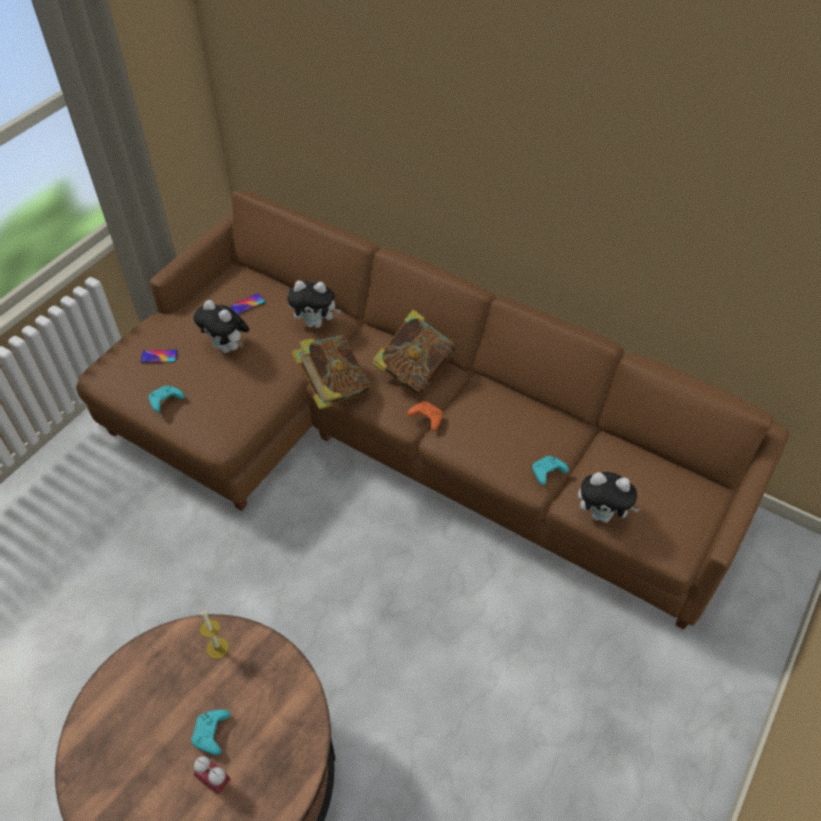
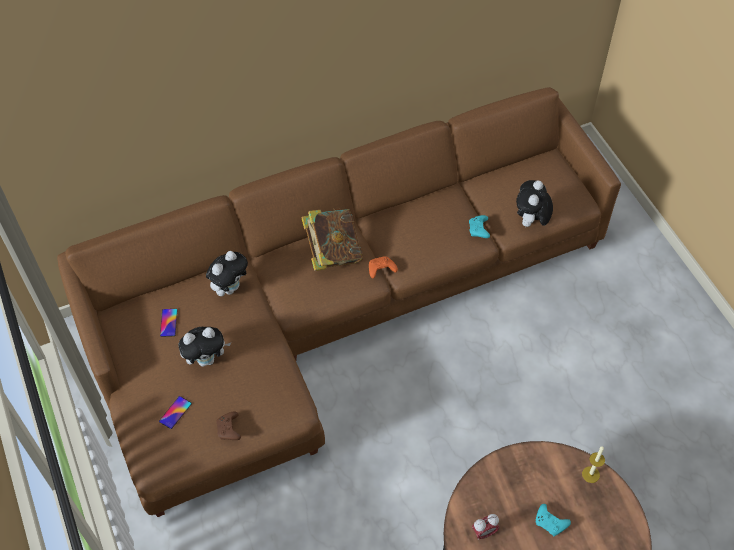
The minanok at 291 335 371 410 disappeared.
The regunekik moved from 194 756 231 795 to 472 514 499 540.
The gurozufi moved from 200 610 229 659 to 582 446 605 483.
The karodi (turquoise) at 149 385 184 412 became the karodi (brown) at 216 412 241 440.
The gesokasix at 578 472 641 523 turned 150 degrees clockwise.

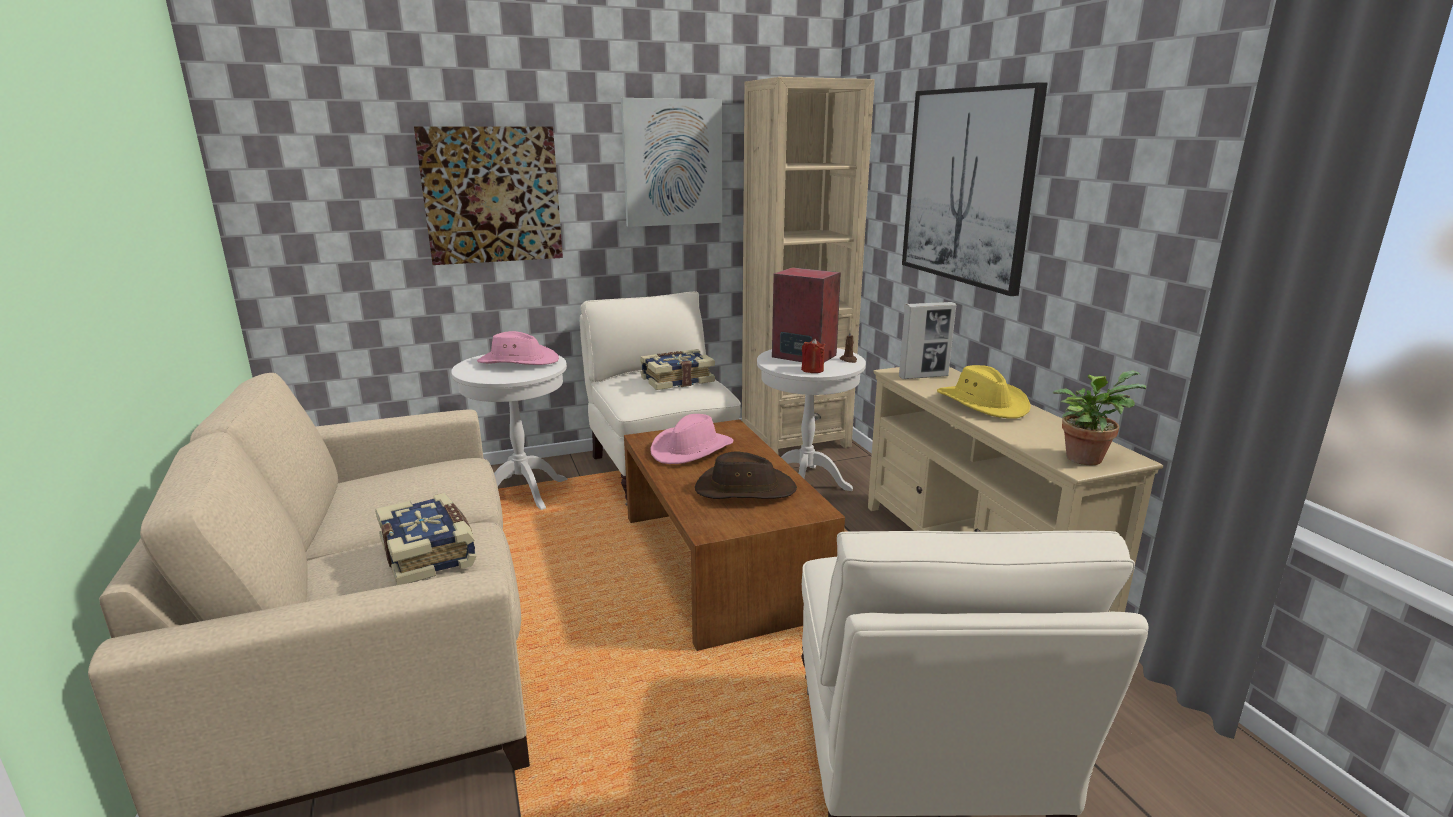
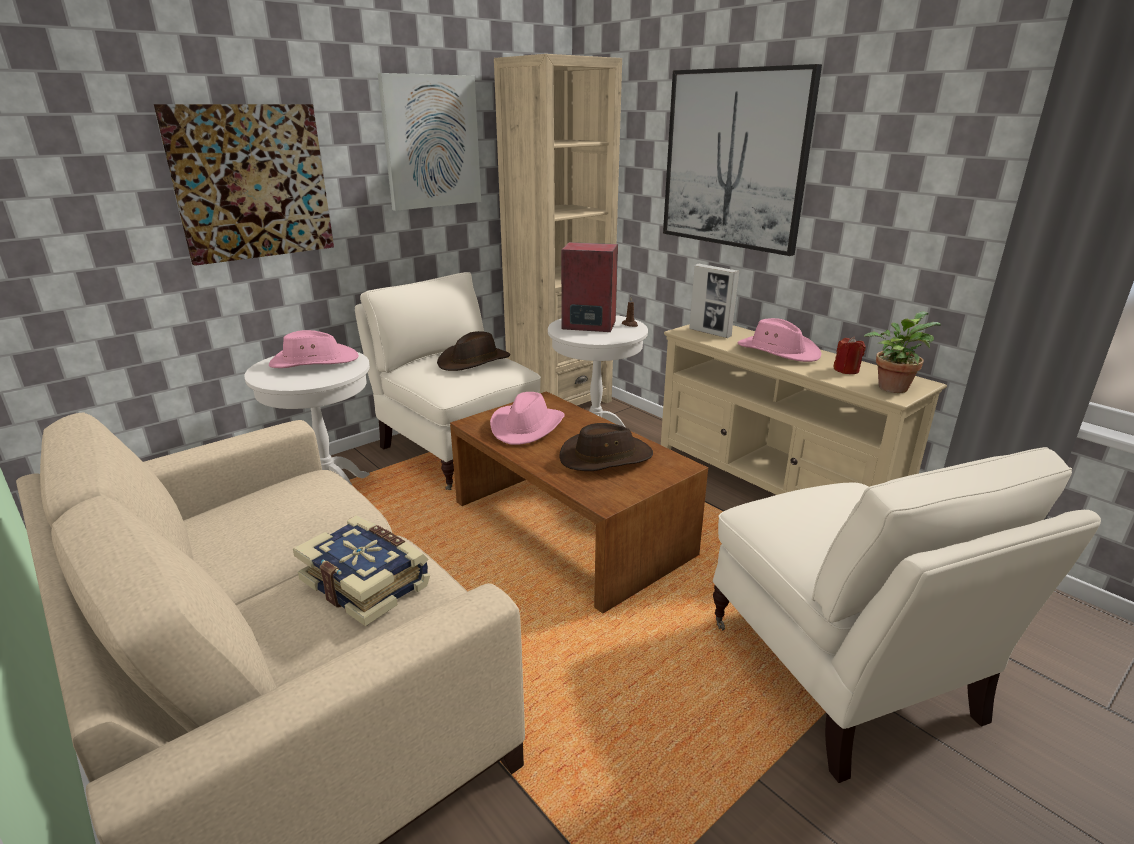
The gurozufi (red) moved from 801 339 826 373 to 833 336 866 374.
The minanok at 640 349 715 390 was replaced by the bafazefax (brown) at 437 331 510 371.
The bafazefax (yellow) at 937 365 1031 419 became the bafazefax (pink) at 737 318 822 362.
The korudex at 899 302 956 379 turned 75 degrees clockwise.

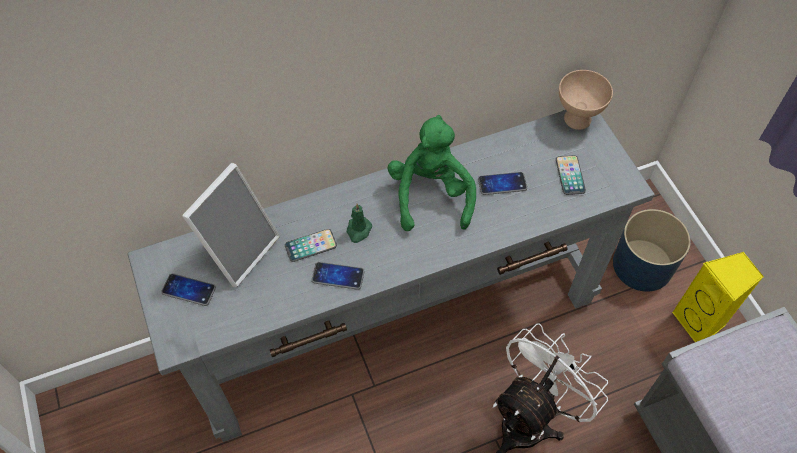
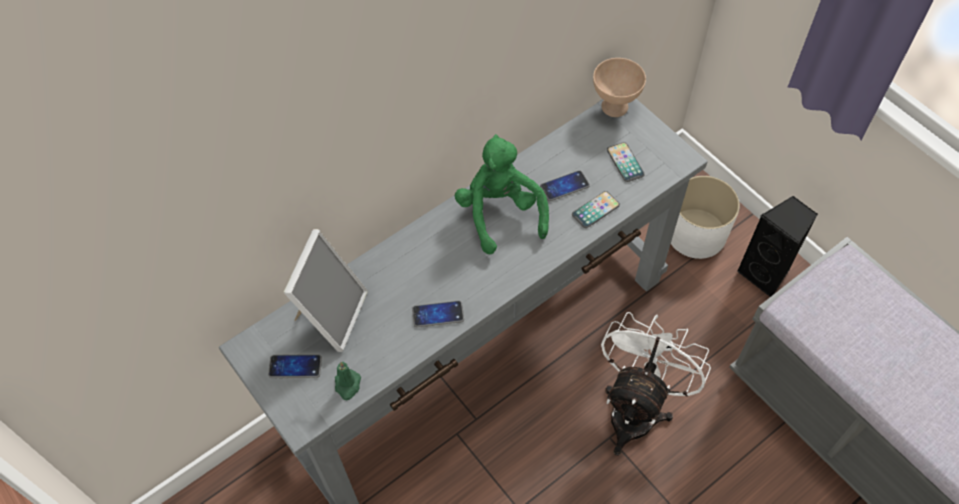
The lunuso moved from 285 229 337 262 to 572 191 620 228.
The gurozufi (green) moved from 347 203 372 243 to 335 362 361 401.
The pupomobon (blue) at 613 209 691 292 became the pupomobon (white) at 671 176 740 259.
The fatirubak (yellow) at 672 252 764 342 became the fatirubak (black) at 737 196 818 297.

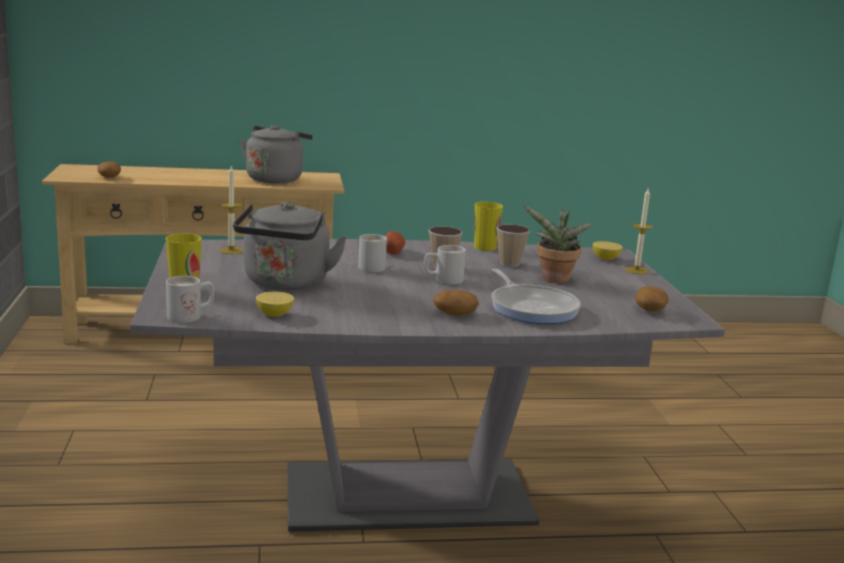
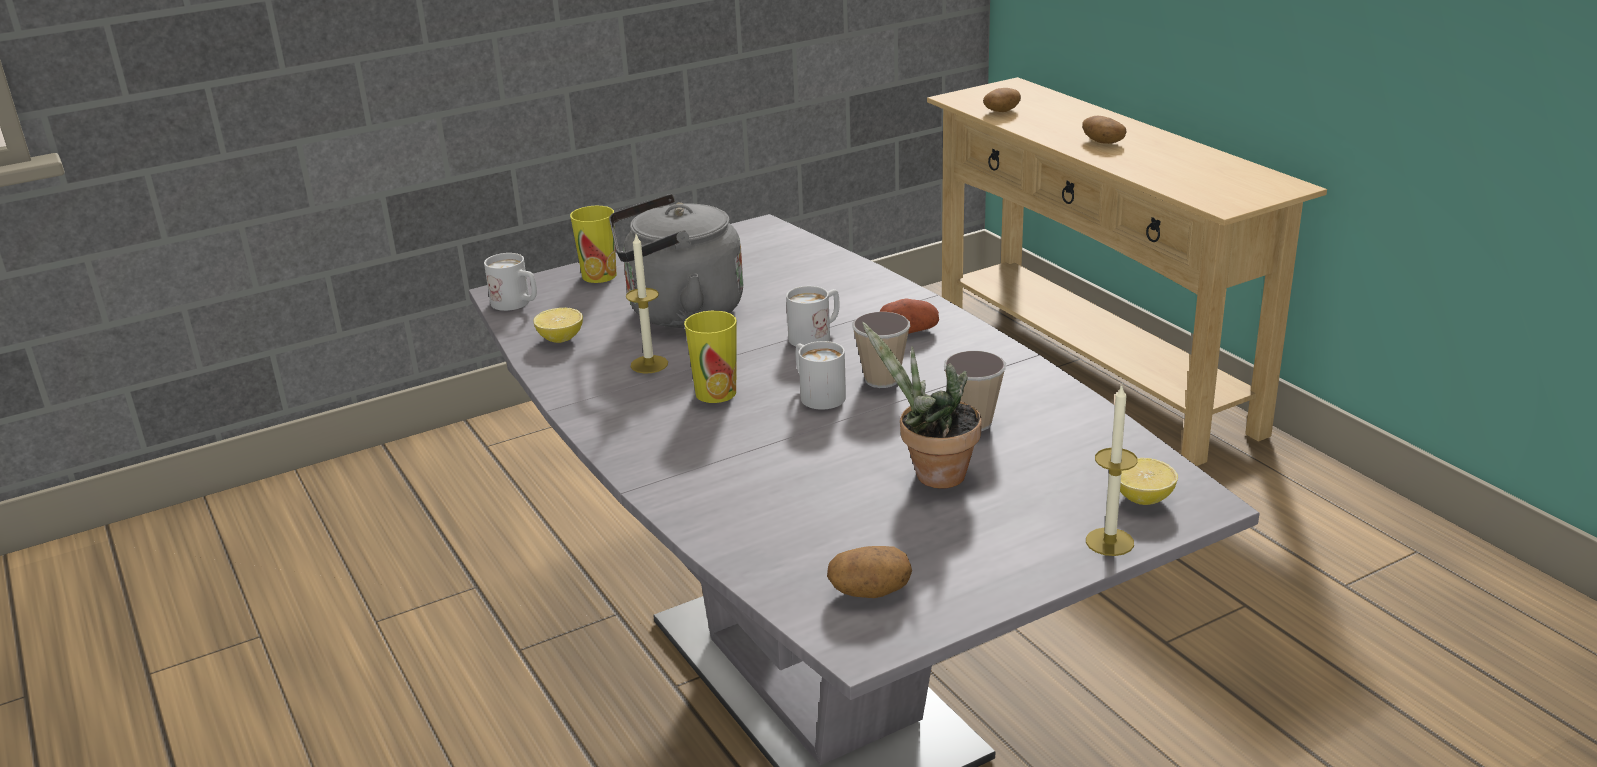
The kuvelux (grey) at 240 125 313 183 disappeared.
The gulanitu at 492 269 581 324 disappeared.
The gurozufi moved from 220 165 243 254 to 626 235 668 374.
The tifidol moved from 433 290 479 316 to 1082 116 1127 144.
The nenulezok moved from 474 202 503 251 to 684 311 737 403.

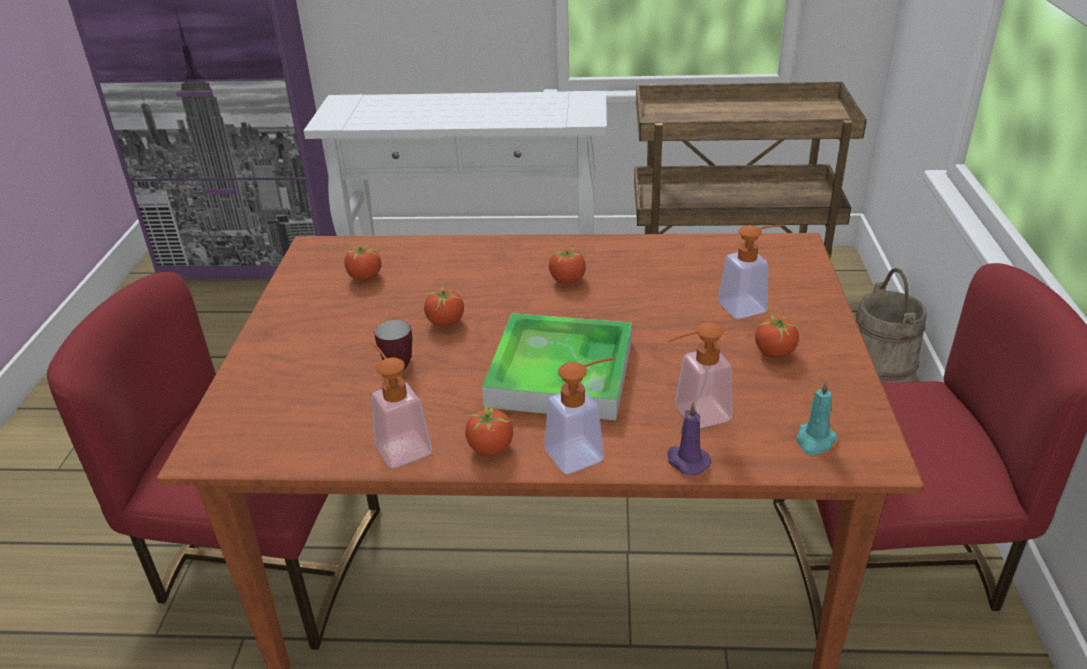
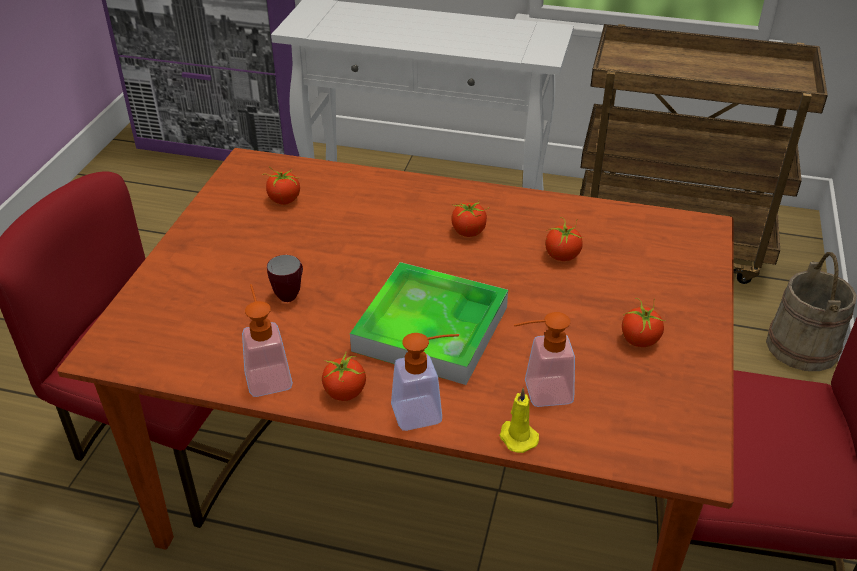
The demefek at 718 225 784 319 disappeared.
The gurozufi (turquoise) at 796 380 838 455 disappeared.
The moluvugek moved from 424 280 464 327 to 545 217 583 261.
The gurozufi (purple) at 667 402 711 475 became the gurozufi (yellow) at 499 388 539 453.

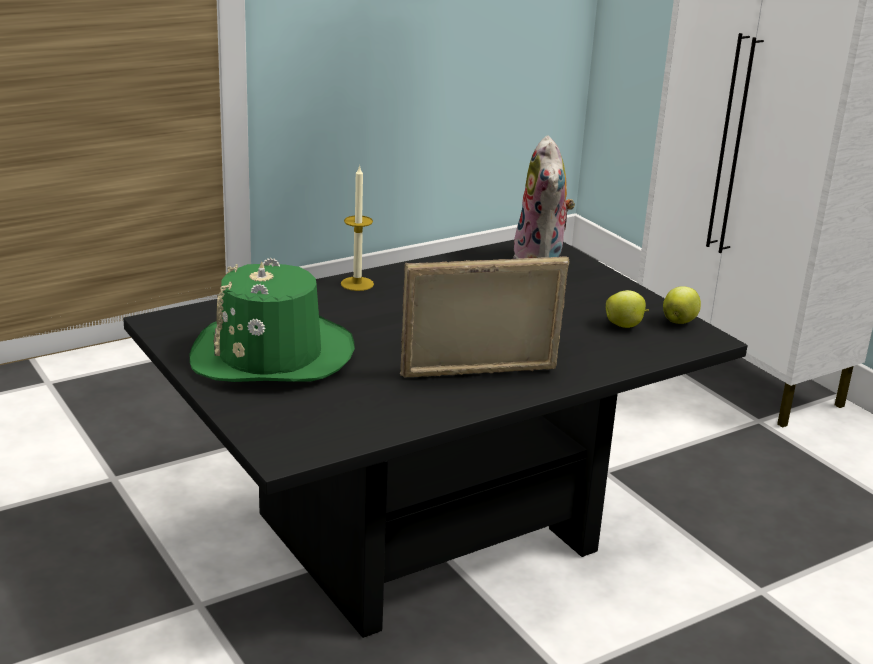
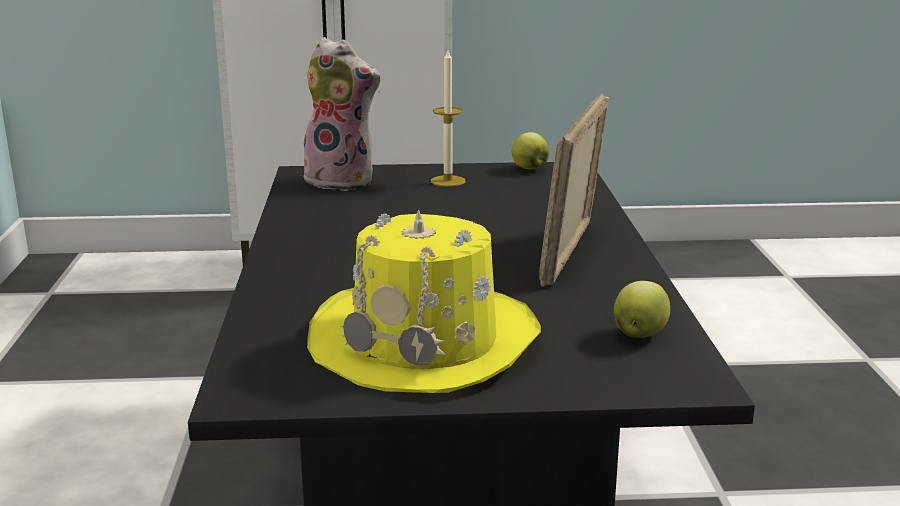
The gurozufi moved from 341 165 374 291 to 431 50 466 187.
The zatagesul moved from 606 290 649 328 to 614 281 670 338.
The bafazefax (green) at 190 258 355 382 became the bafazefax (yellow) at 307 210 541 393.

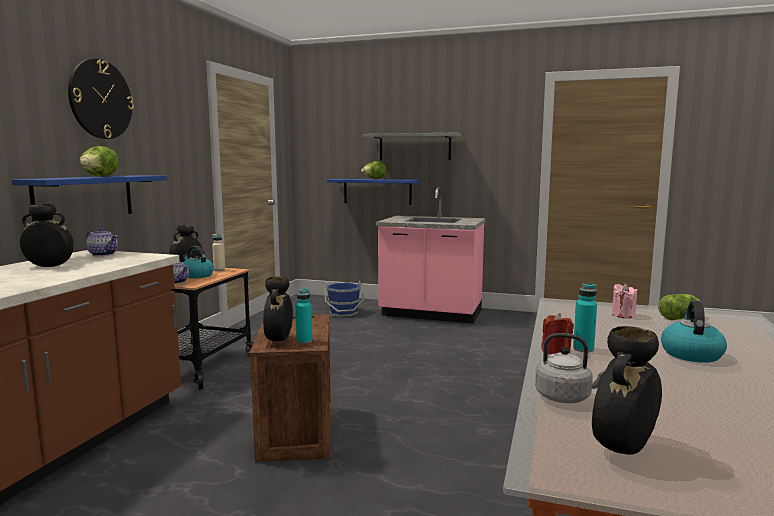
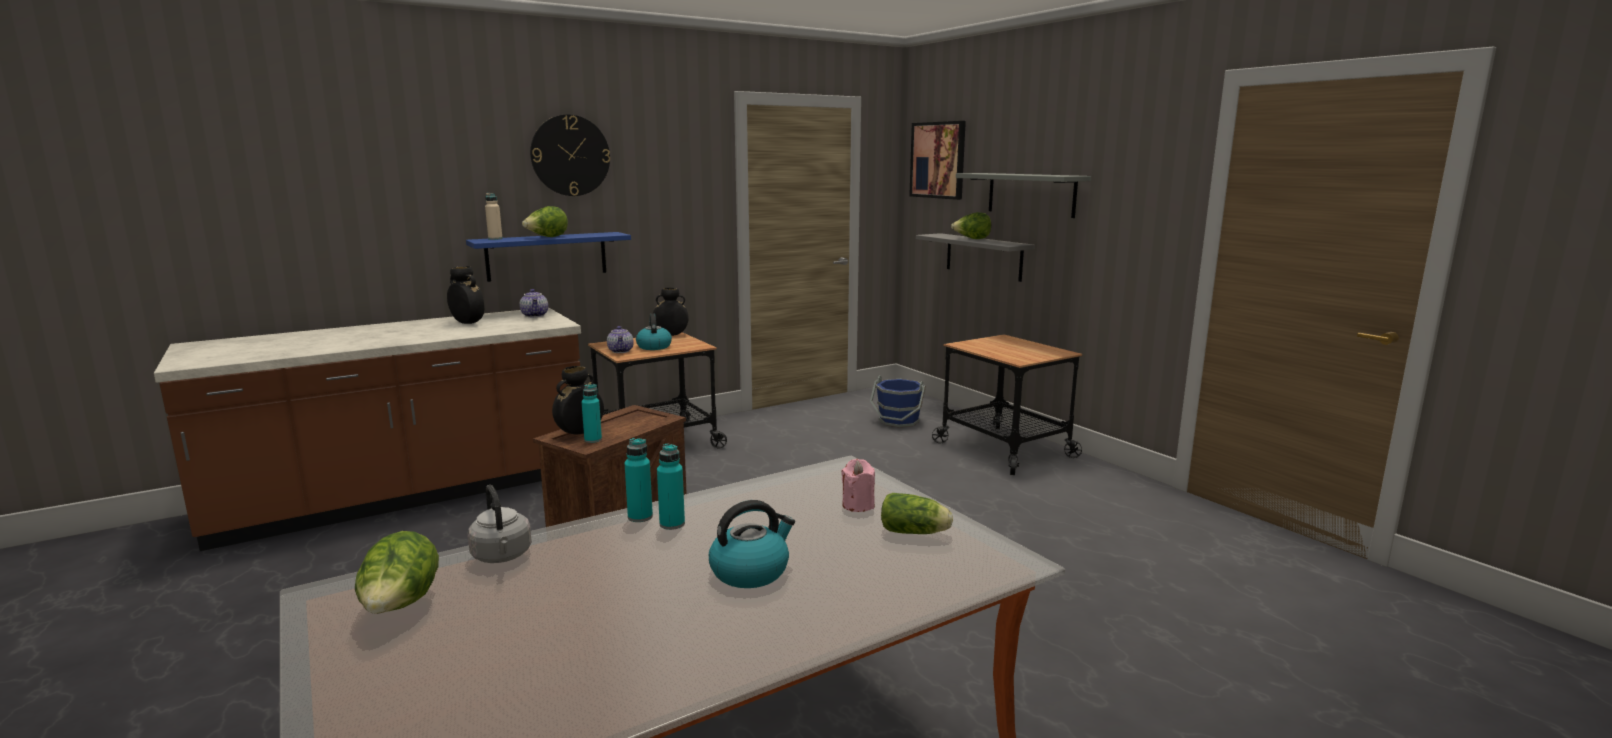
The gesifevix at 909 121 966 200 appeared.
The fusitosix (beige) moved from 212 234 225 271 to 485 193 503 240.
The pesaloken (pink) at 376 187 485 324 was replaced by the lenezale at 932 334 1082 475.
The gurozufi (red) at 541 313 574 355 was replaced by the fusitosix (turquoise) at 625 438 653 522.
The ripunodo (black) at 592 326 662 455 was replaced by the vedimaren at 355 531 439 614.
The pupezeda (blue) at 327 179 421 205 became the pupezeda (grey) at 916 233 1035 282.

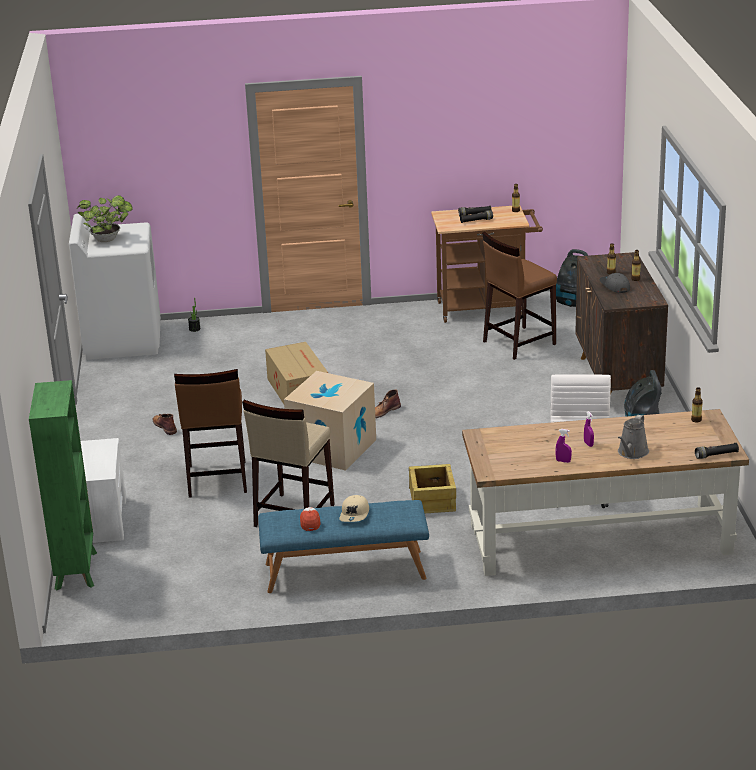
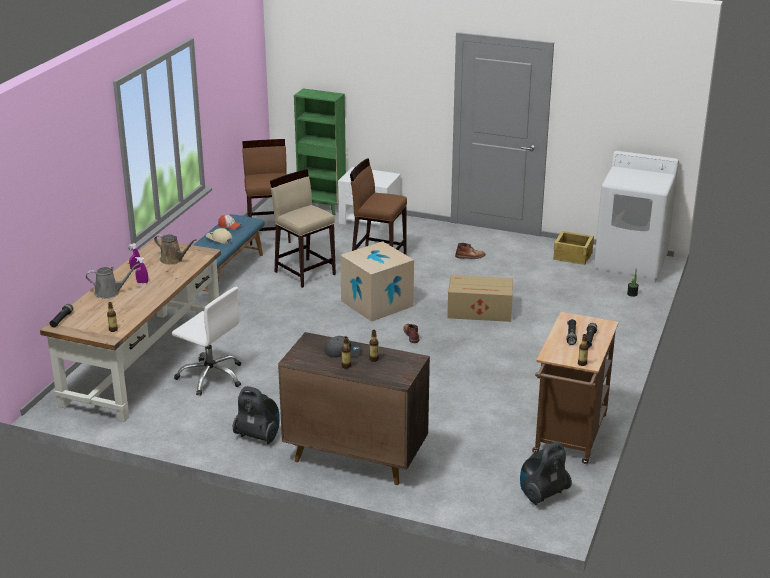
The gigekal at 77 195 133 242 disappeared.
The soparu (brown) at 154 234 197 265 appeared.
The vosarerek moved from 409 464 456 513 to 553 231 594 265.
The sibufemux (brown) moved from 482 232 557 360 to 242 139 291 246.
The soparu (grey) at 618 415 649 459 turned 120 degrees clockwise.

